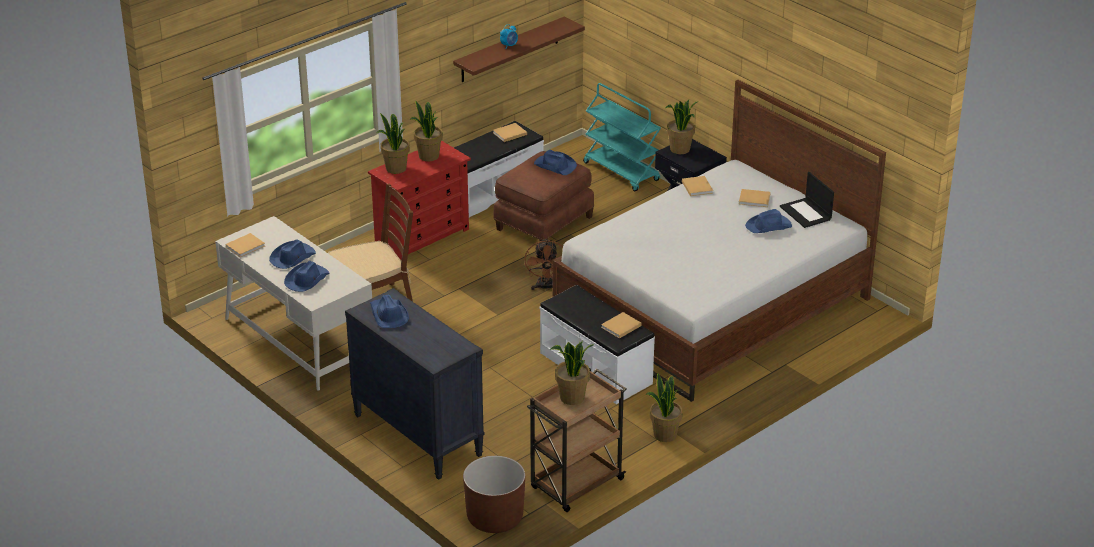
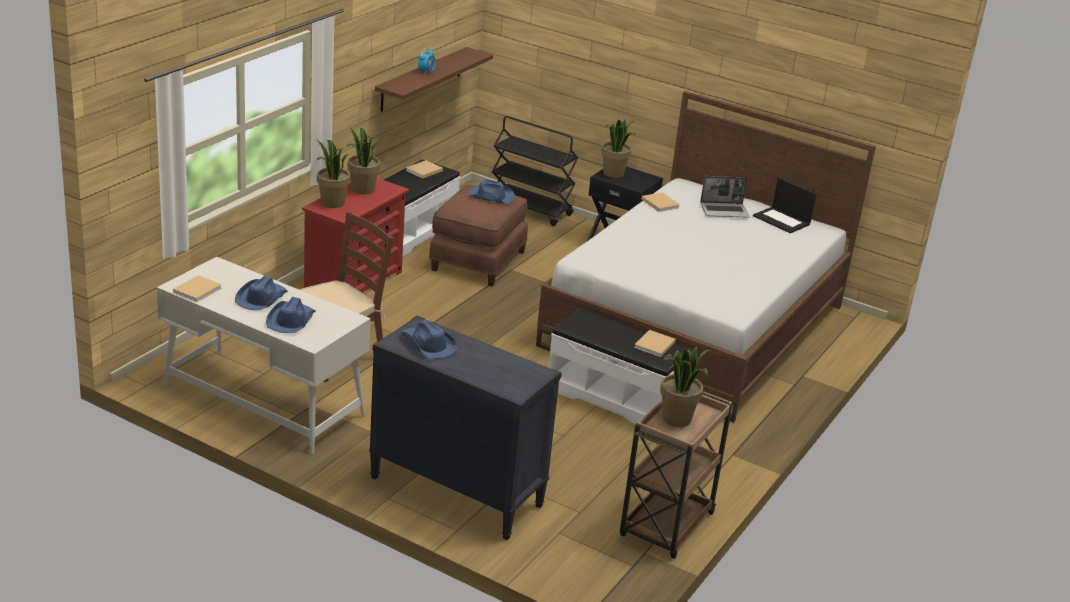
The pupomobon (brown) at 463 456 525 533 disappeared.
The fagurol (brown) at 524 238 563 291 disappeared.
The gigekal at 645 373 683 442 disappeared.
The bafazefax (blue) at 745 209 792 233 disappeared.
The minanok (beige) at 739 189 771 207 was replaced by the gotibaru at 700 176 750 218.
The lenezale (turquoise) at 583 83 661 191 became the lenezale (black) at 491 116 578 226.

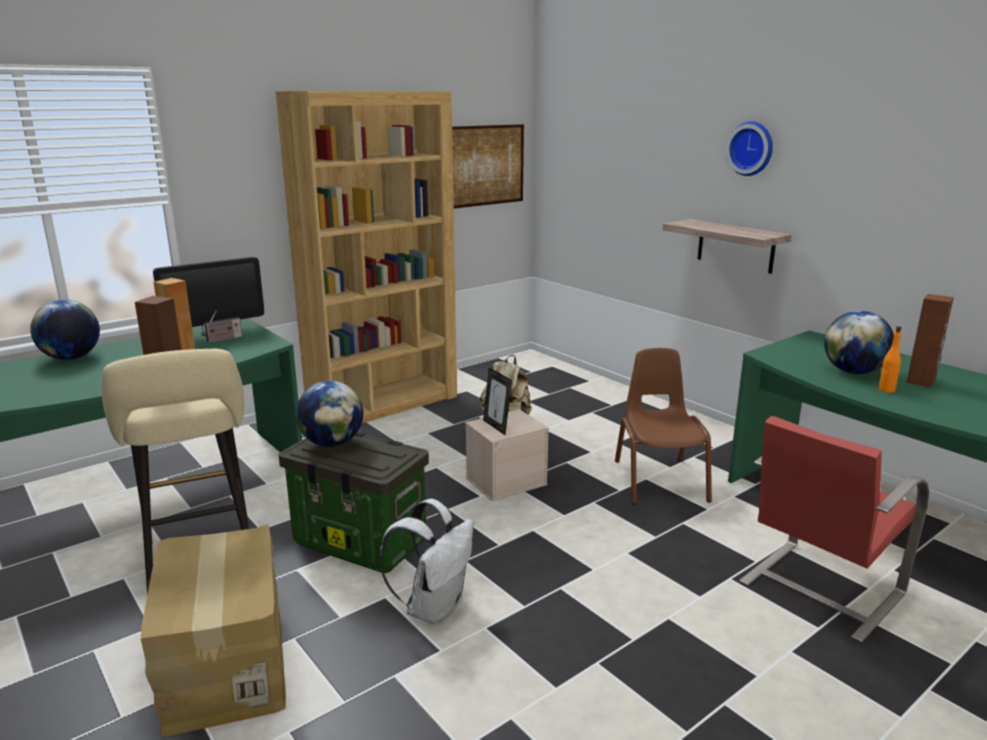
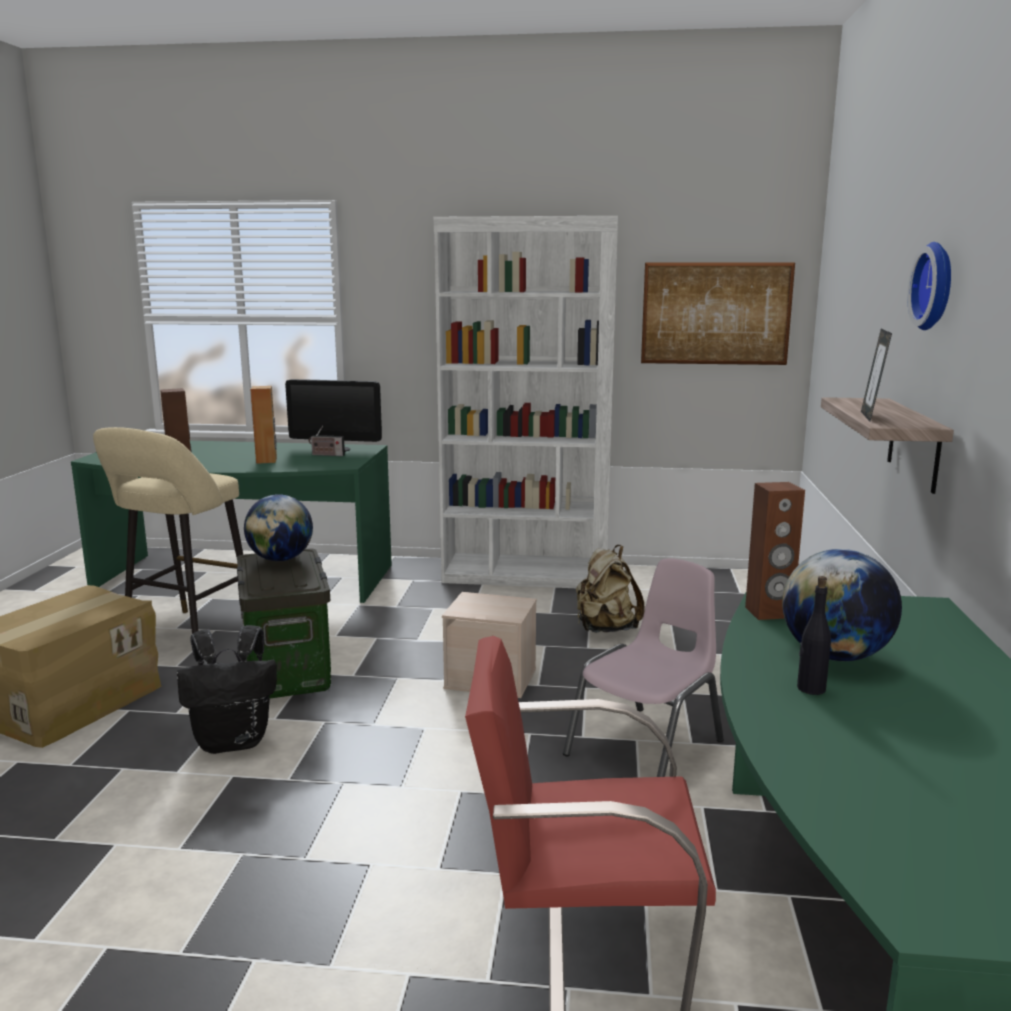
The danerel at 30 300 100 360 disappeared.
The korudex moved from 483 367 512 435 to 861 329 892 421.
The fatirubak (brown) moved from 906 294 954 387 to 745 482 805 620.
The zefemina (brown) at 276 91 457 423 became the zefemina (white) at 434 216 618 588.
The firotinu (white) at 379 499 474 625 became the firotinu (black) at 177 625 277 754.
The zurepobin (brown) at 615 348 712 505 became the zurepobin (pink) at 563 558 724 777.
The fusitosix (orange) at 878 326 902 393 became the fusitosix (black) at 797 576 831 695.

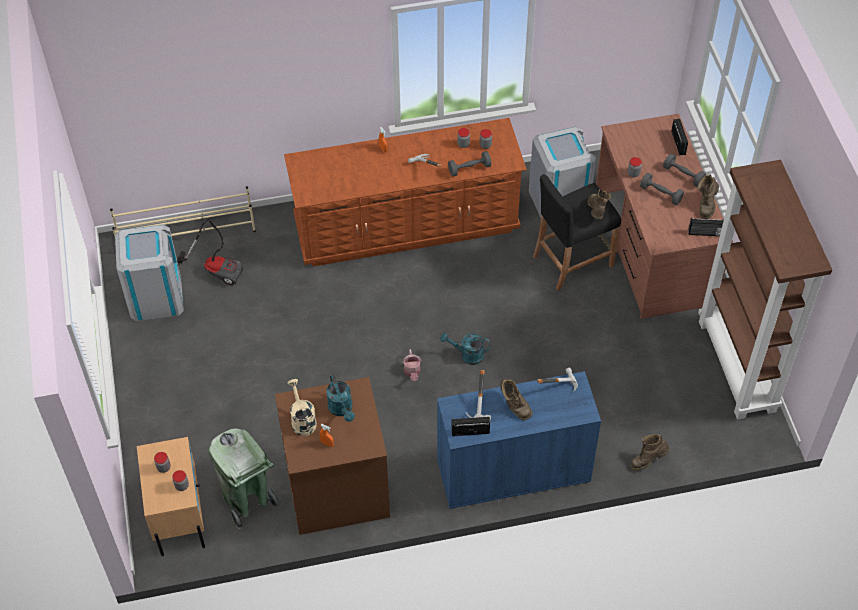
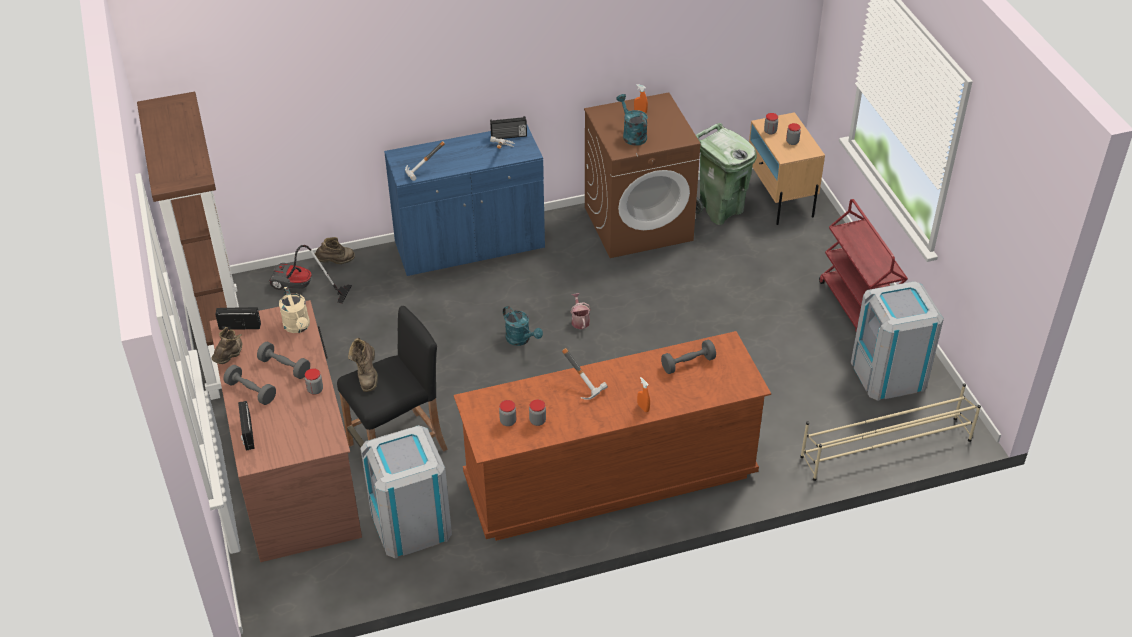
The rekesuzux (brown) at 500 379 533 420 disappeared.
The lenezale (red) at 819 199 908 331 appeared.
The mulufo moved from 177 218 243 285 to 269 245 352 304.
The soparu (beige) moved from 288 379 317 436 to 279 287 310 333.
The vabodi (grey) moved from 448 151 491 176 to 661 340 716 374.
The soparu (turquoise) at 441 333 491 365 turned 45 degrees clockwise.

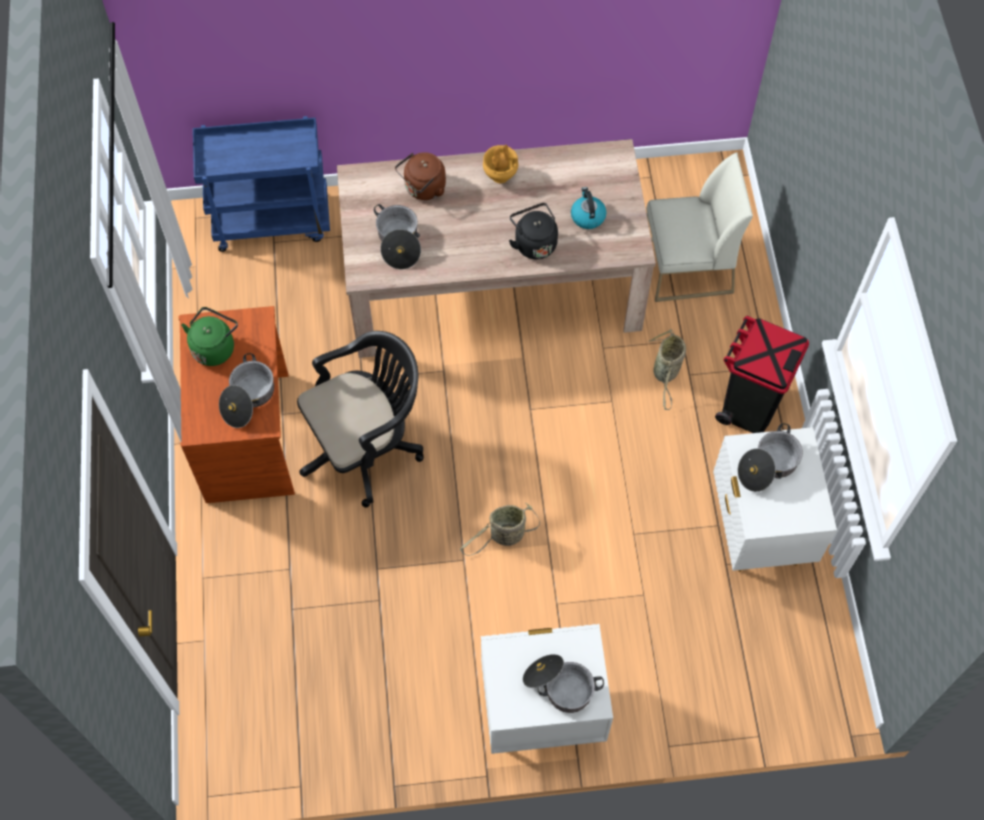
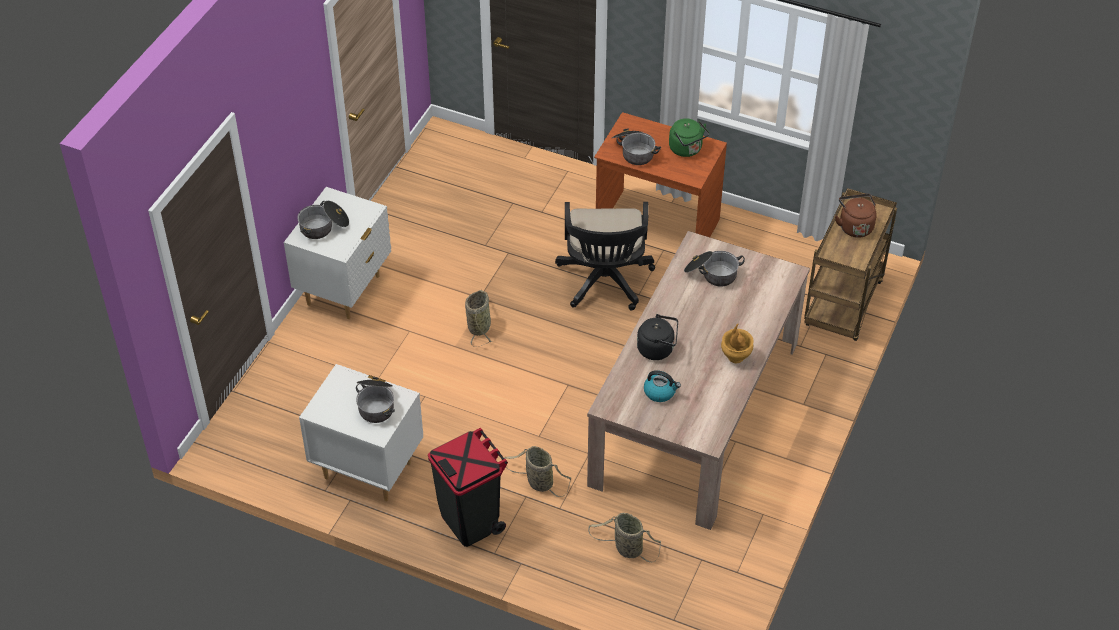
The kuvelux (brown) moved from 395 152 446 200 to 835 194 877 238.
The zurepobin (white) at 646 152 753 302 was replaced by the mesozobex at 588 513 661 562.
The lenezale (blue) at 193 116 330 252 became the lenezale (brown) at 804 188 897 341.

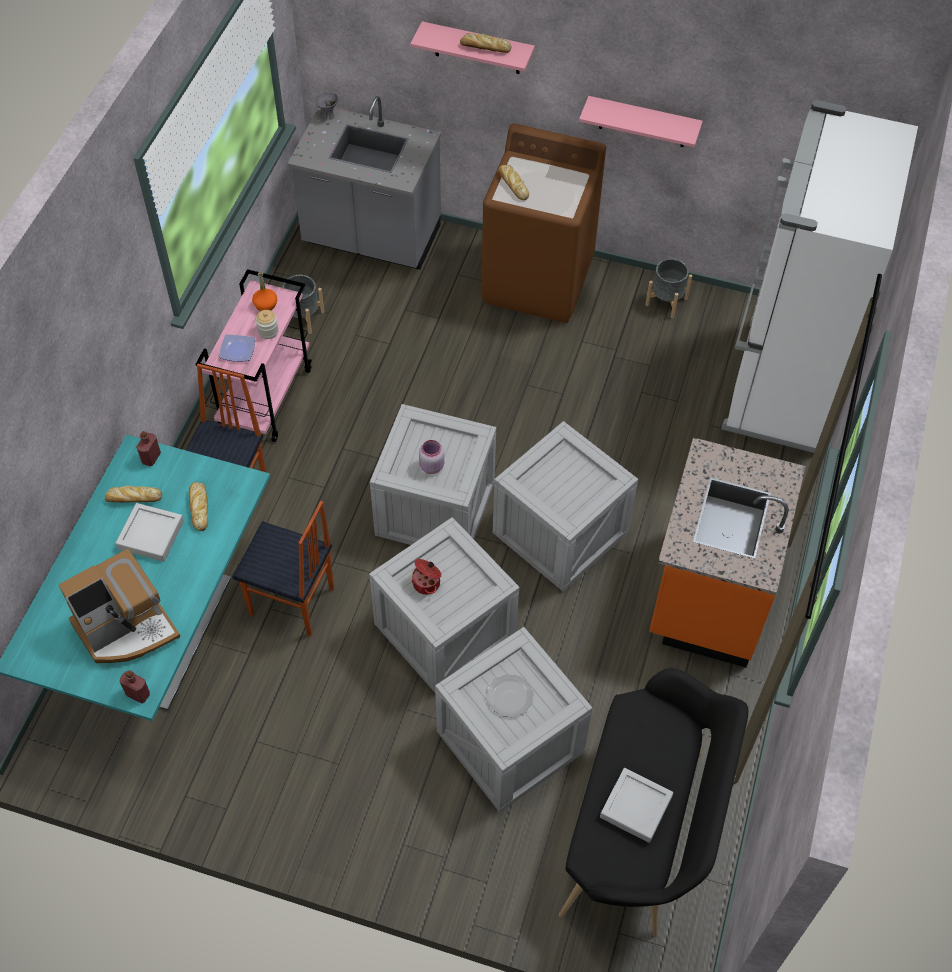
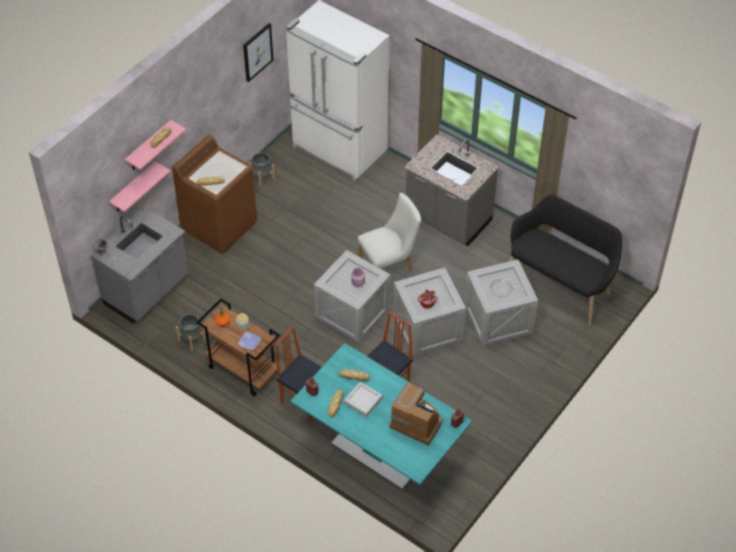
The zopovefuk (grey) at 600 768 673 843 disappeared.
The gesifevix at 243 23 273 82 appeared.
The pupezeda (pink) moved from 579 96 703 147 to 109 162 170 212.
The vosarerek at 493 421 638 592 was replaced by the zurepobin (white) at 357 193 421 272.
The lenezale (pink) at 196 269 312 442 became the lenezale (brown) at 197 299 280 396.
The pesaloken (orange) at 649 437 805 668 became the pesaloken (grey) at 404 134 499 246.
The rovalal at 59 549 180 663 turned 45 degrees counterclockwise.

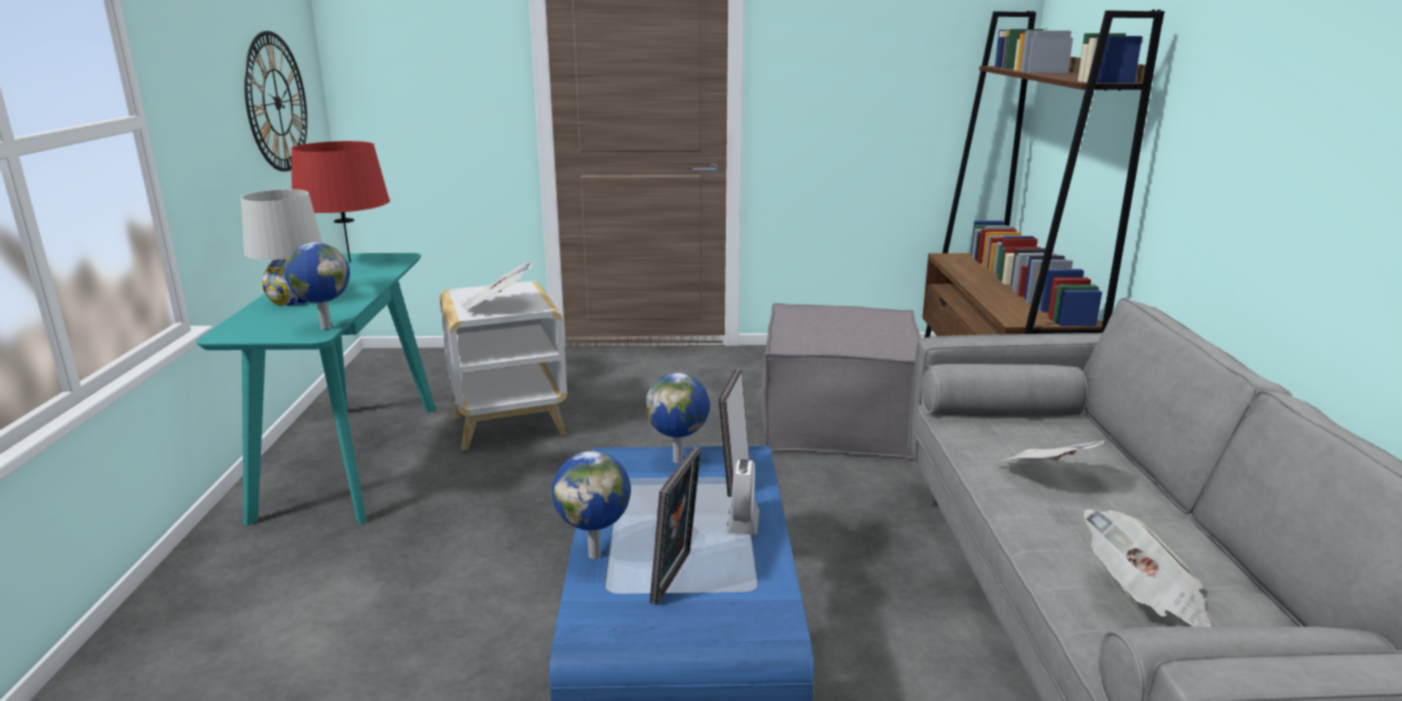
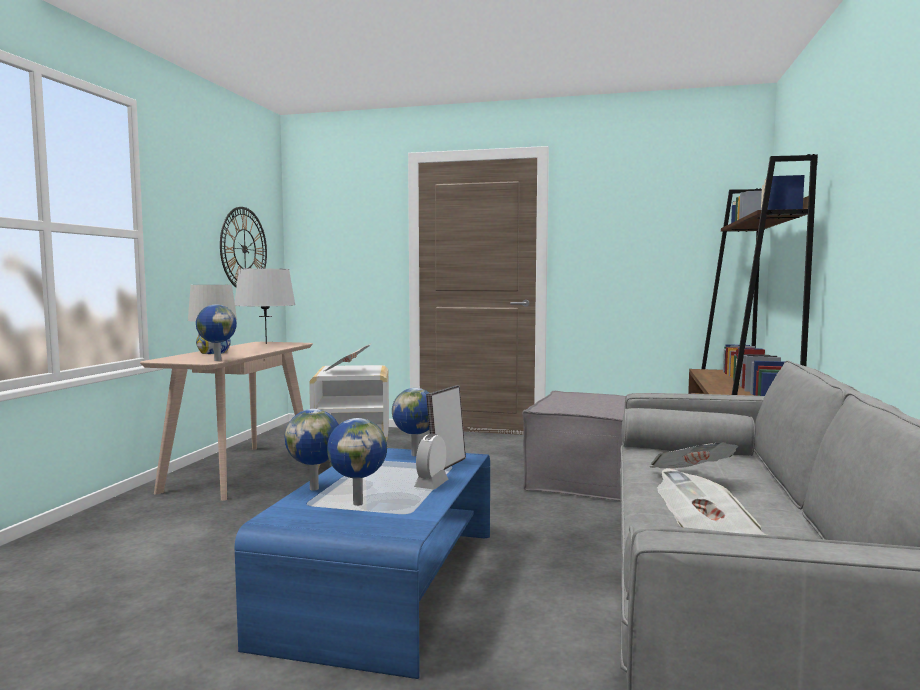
The korudex at 650 447 701 605 was replaced by the danerel at 327 418 387 506.
The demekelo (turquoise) at 196 253 436 526 became the demekelo (beige) at 140 342 313 501.
The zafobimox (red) at 291 141 390 263 became the zafobimox (grey) at 235 269 296 344.

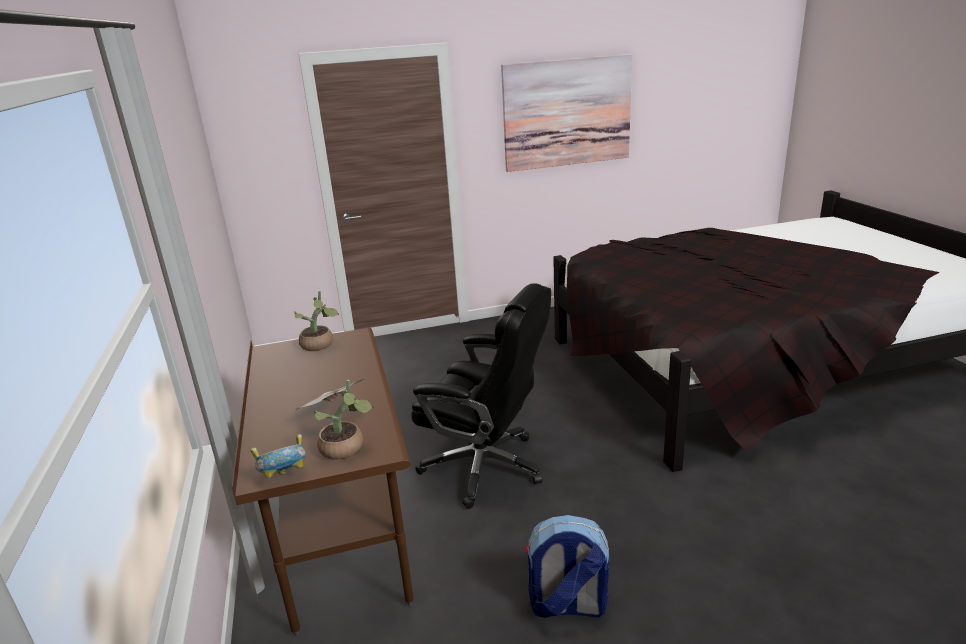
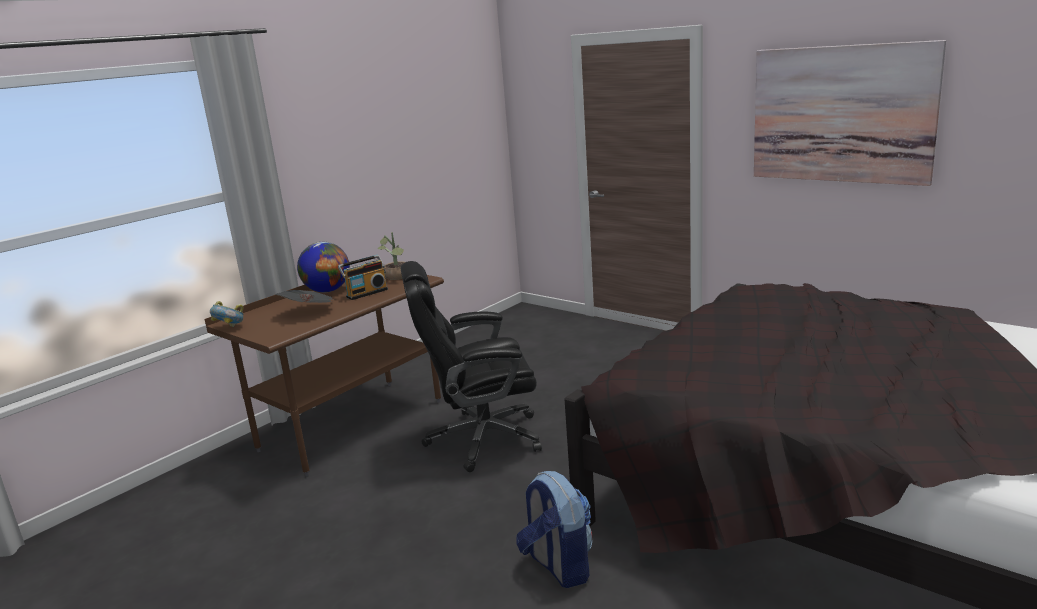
The gigekal at 314 379 374 460 disappeared.
The danerel at 297 242 350 292 appeared.
The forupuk at 338 255 388 300 appeared.
The firotinu moved from 525 515 609 618 to 516 471 592 588.
The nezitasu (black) at 411 283 551 509 turned 90 degrees clockwise.

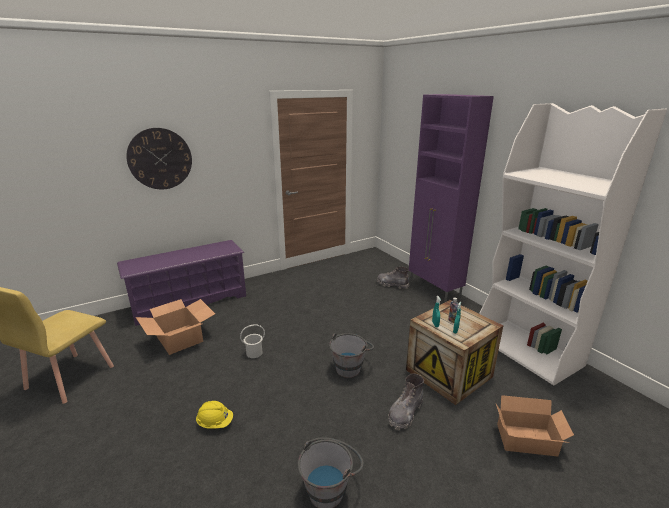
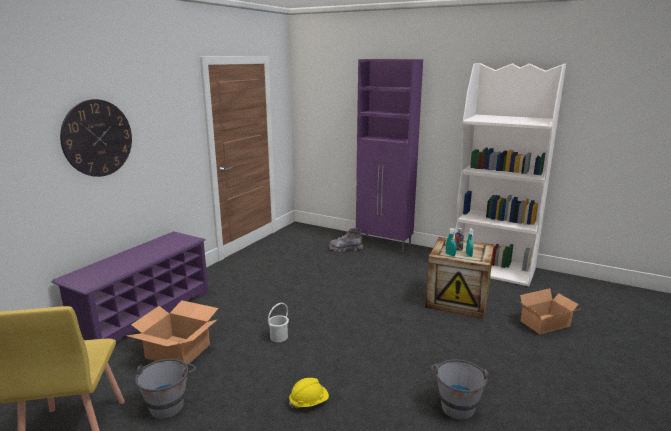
The rekesuzux (grey) at 388 373 424 431 disappeared.
The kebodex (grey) moved from 329 333 374 378 to 135 359 196 419.

